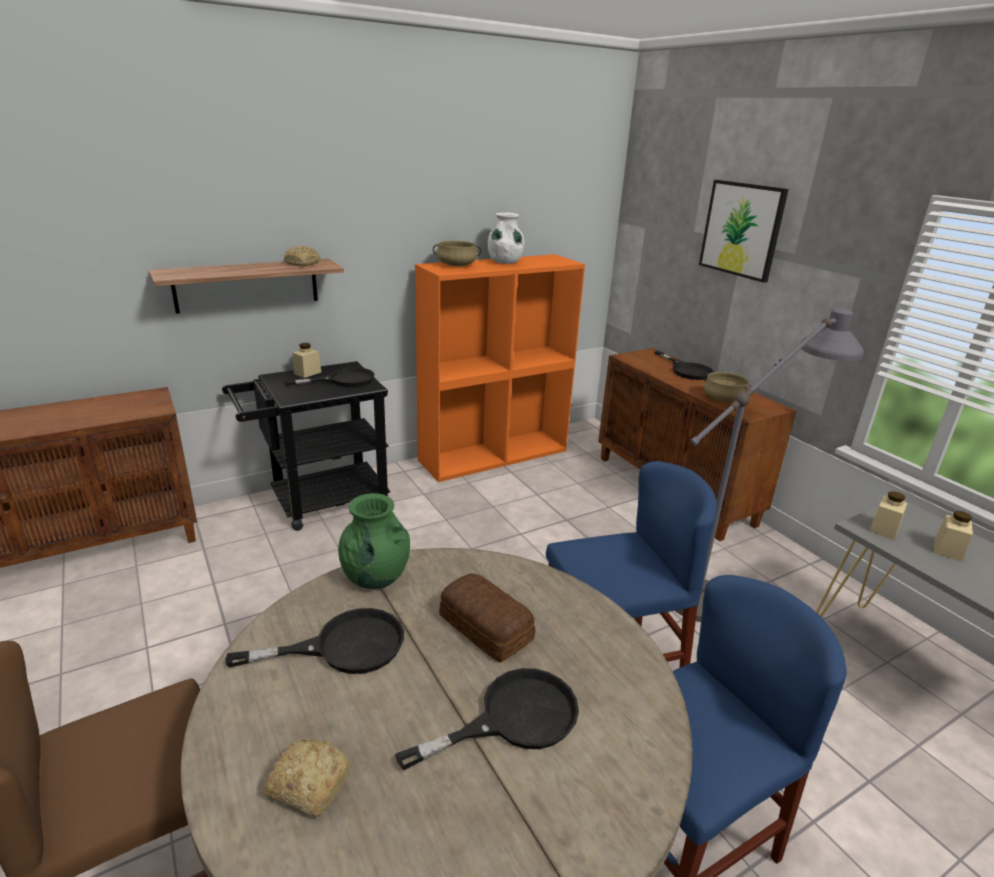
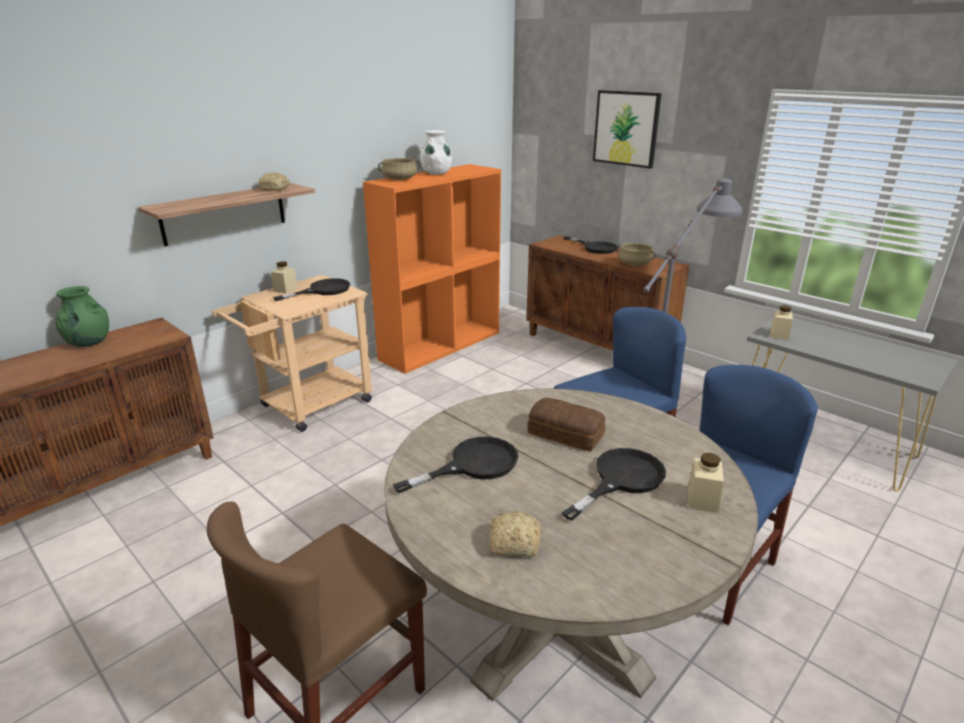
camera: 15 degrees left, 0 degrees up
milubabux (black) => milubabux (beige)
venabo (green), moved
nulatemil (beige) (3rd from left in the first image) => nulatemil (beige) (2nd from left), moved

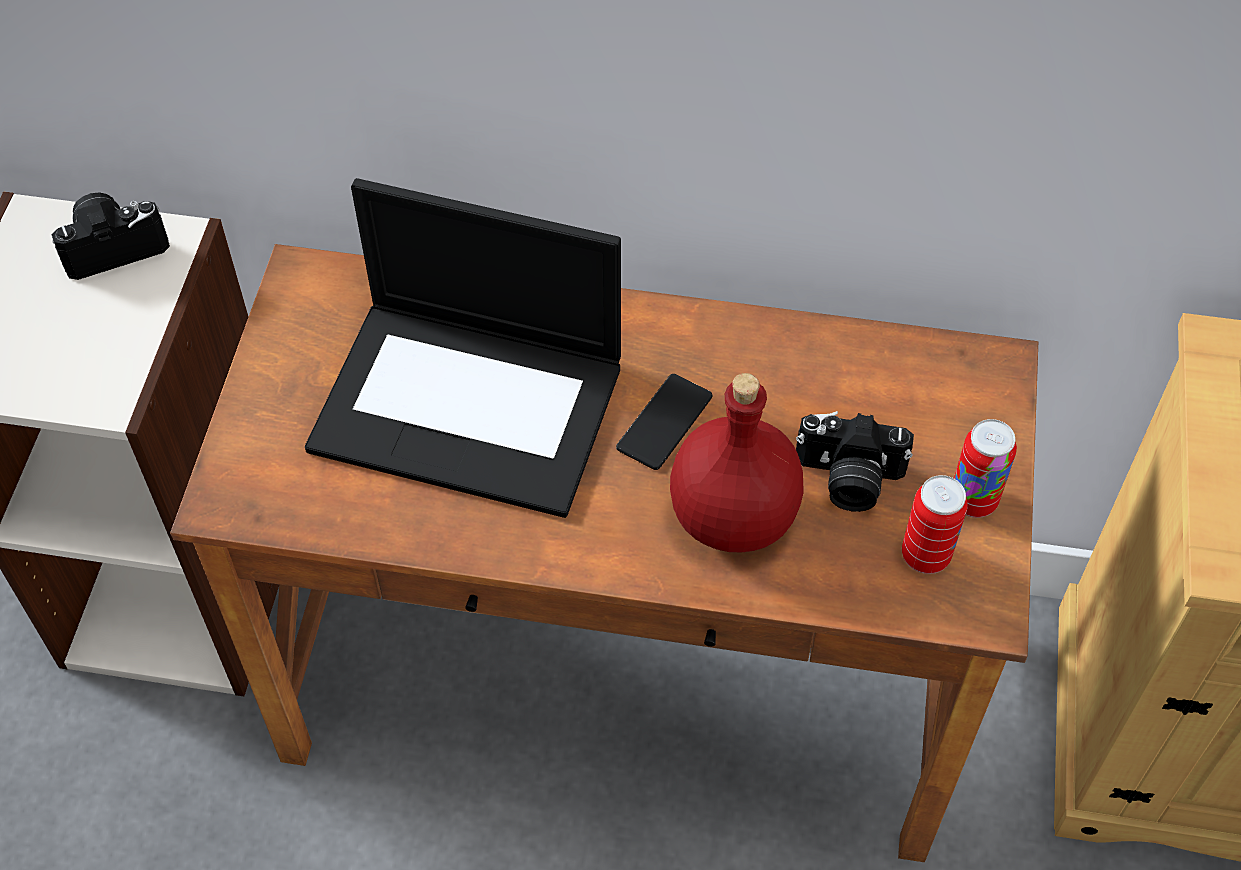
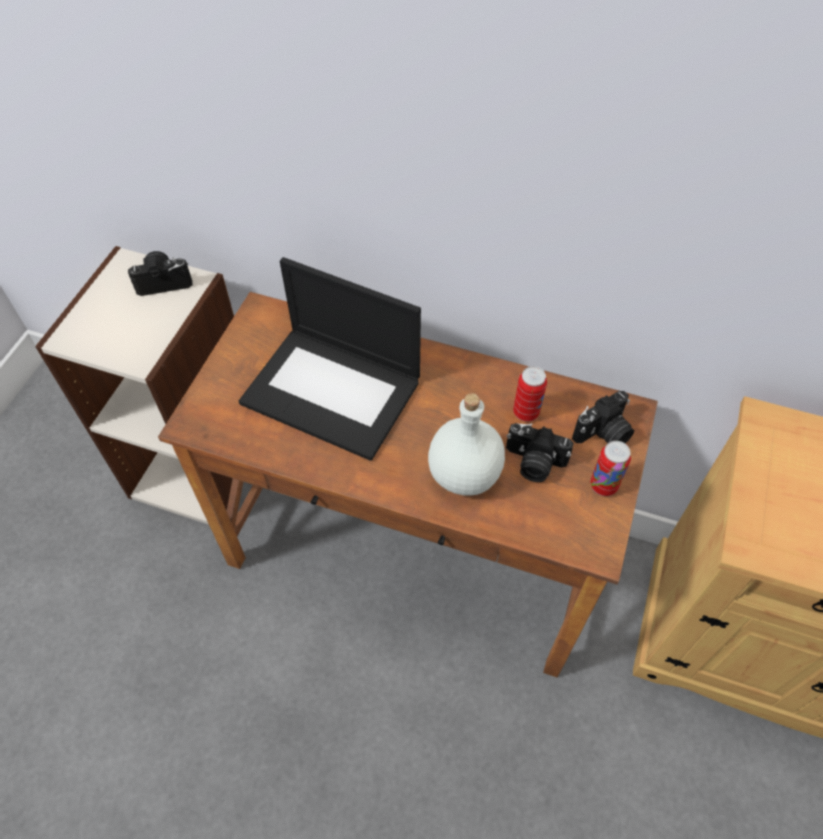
camera: 10 degrees right, 0 degrees up
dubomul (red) => dubomul (white)
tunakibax => nothing
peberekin (1st from left), moved
nothing => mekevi (3rd from left)

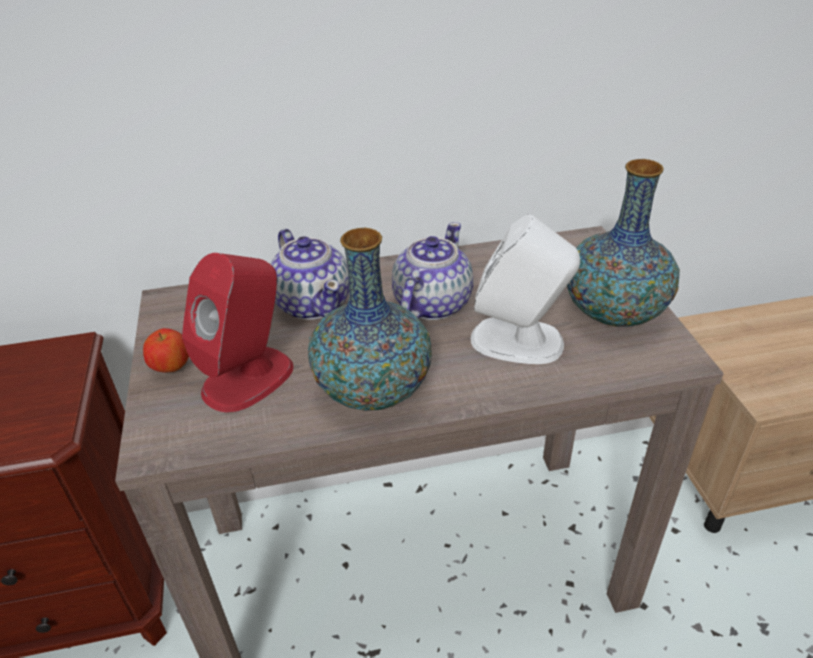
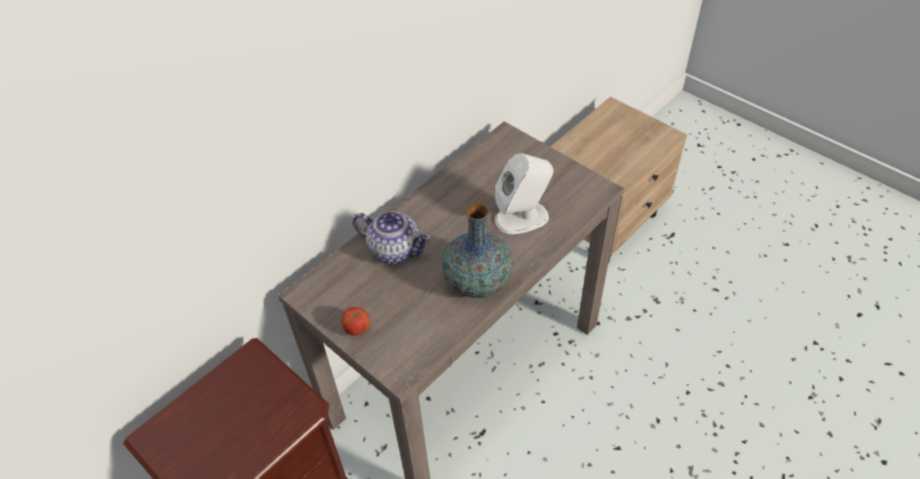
camera: 35 degrees left, 10 degrees up
venabo (2nd from left) => nothing
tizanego (2nd from left) => nothing
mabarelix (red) => nothing

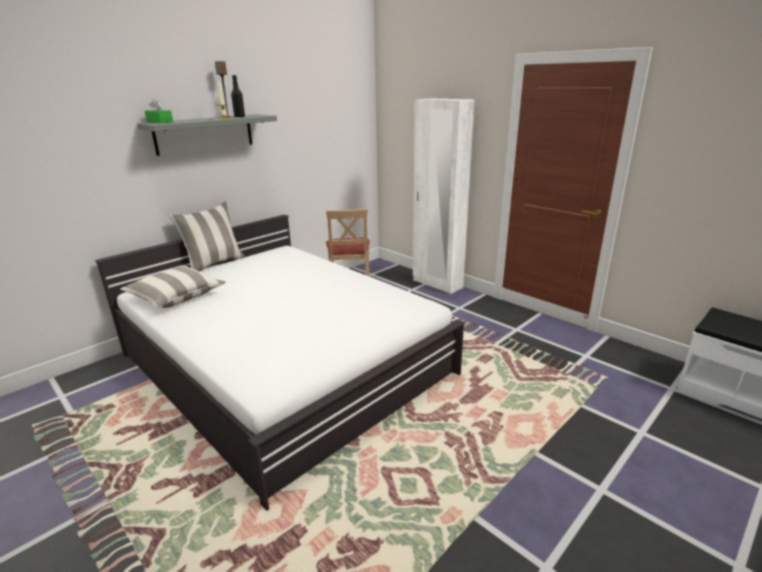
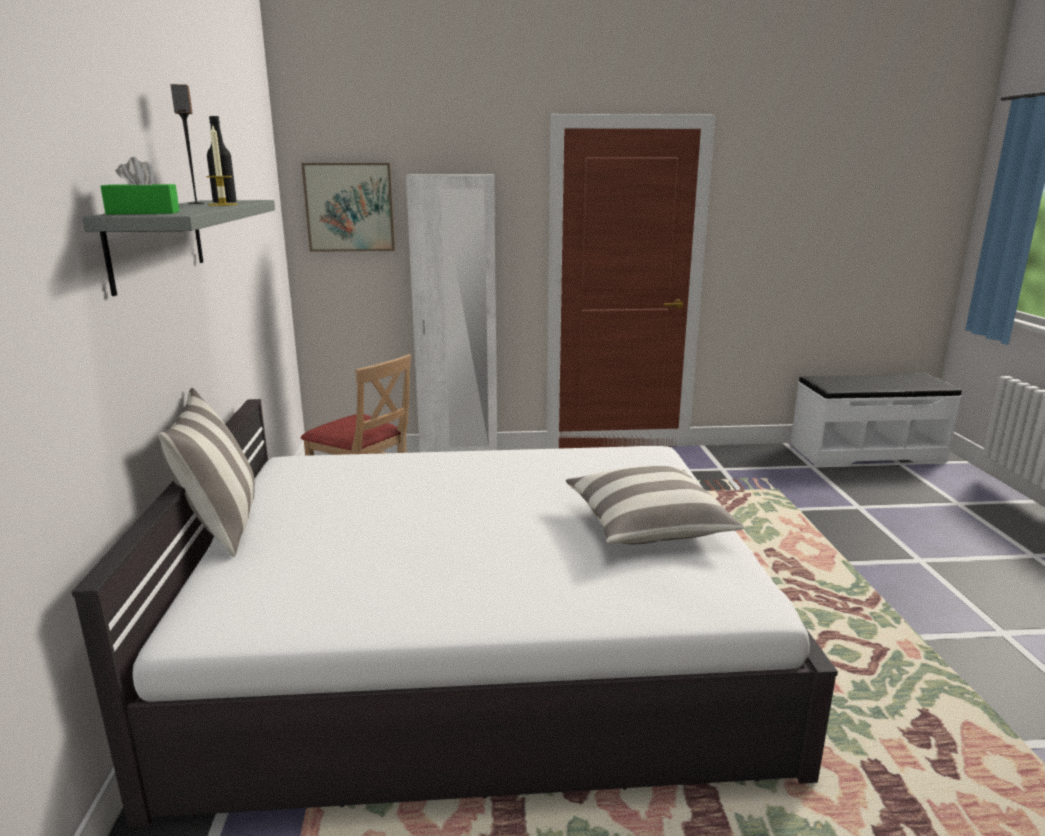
camera: 50 degrees left, 5 degrees down
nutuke (1st from left in the first image) => nutuke (2nd from left), moved
nothing => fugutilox

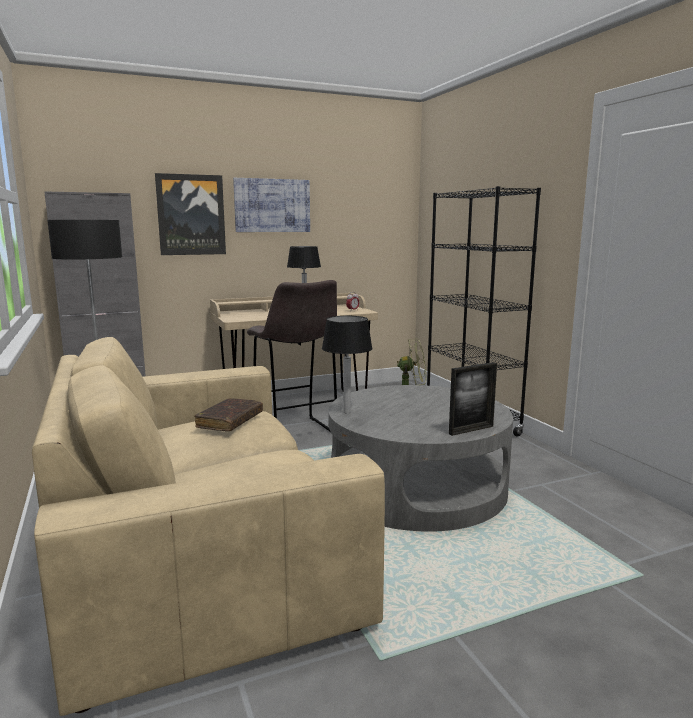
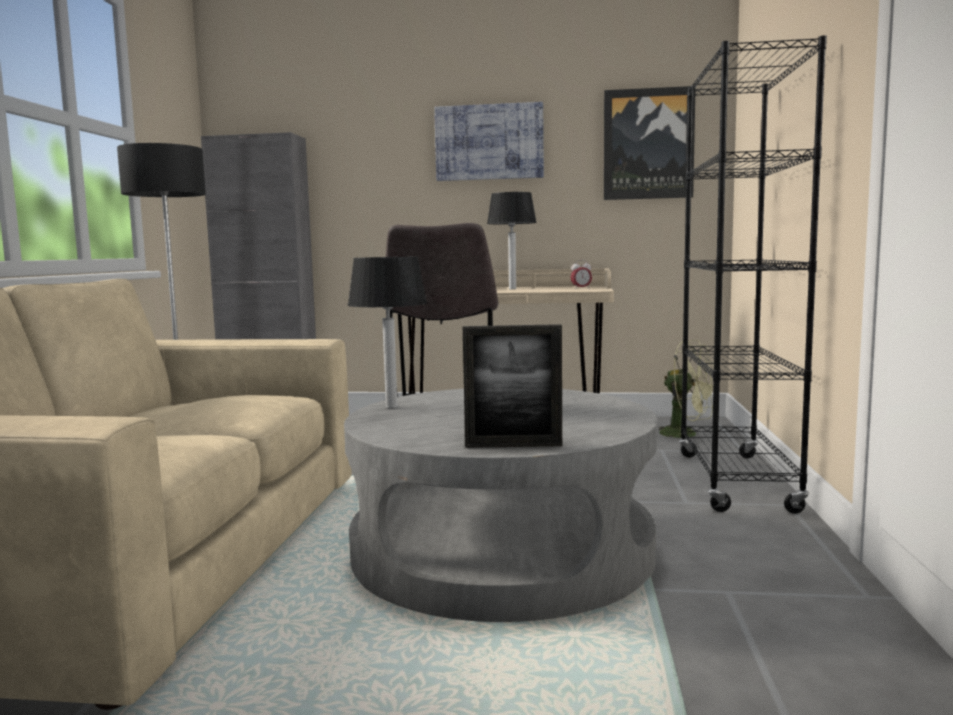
camera: 30 degrees right, 5 degrees down
fugutilox (1st from left in the first image) => fugutilox (2nd from left), moved
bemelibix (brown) => nothing

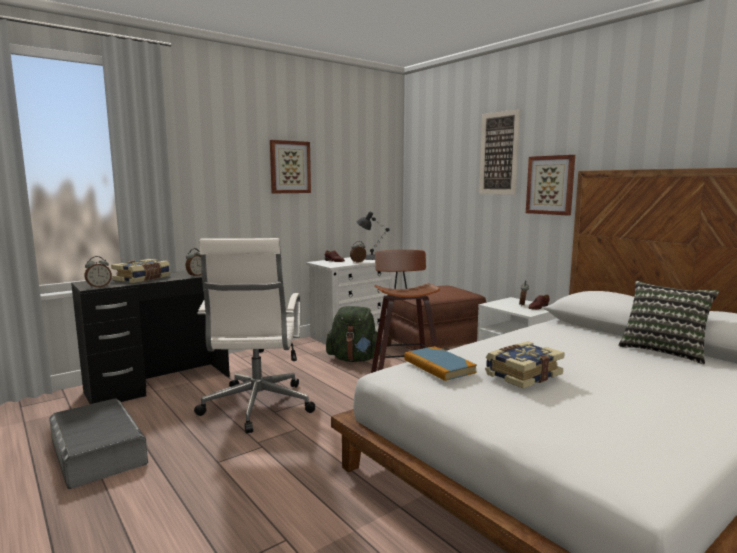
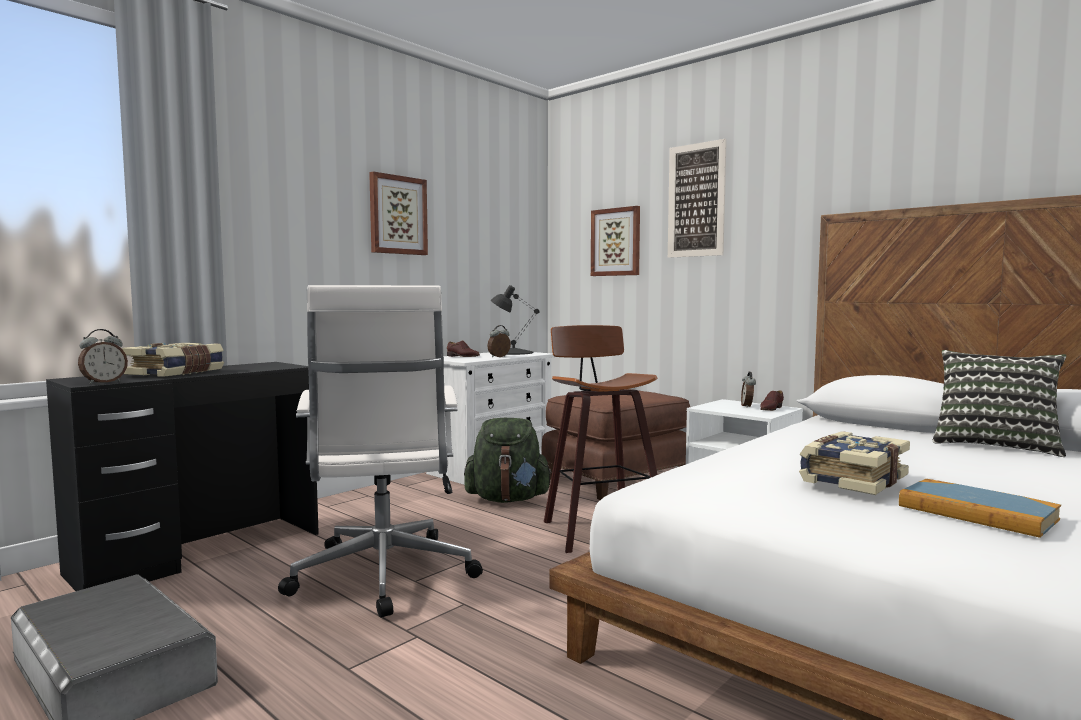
camera: 10 degrees left, 5 degrees down
fugutilox (3rd from left in the first image) => fugutilox (2nd from left), moved
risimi (2nd from left) => nothing
bemelibix (2nd from left in the first image) => bemelibix (3rd from left), moved

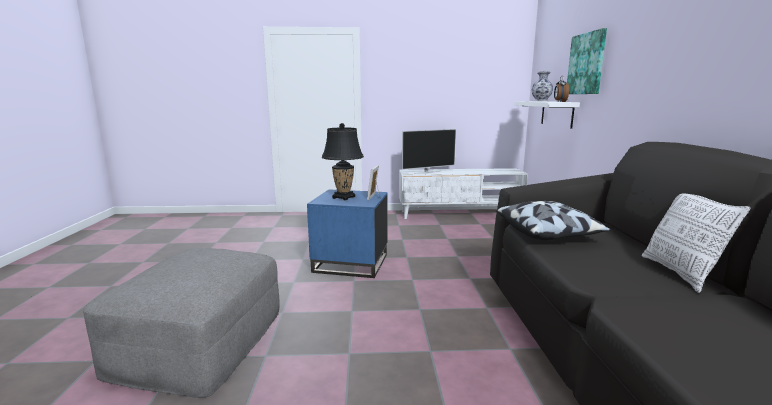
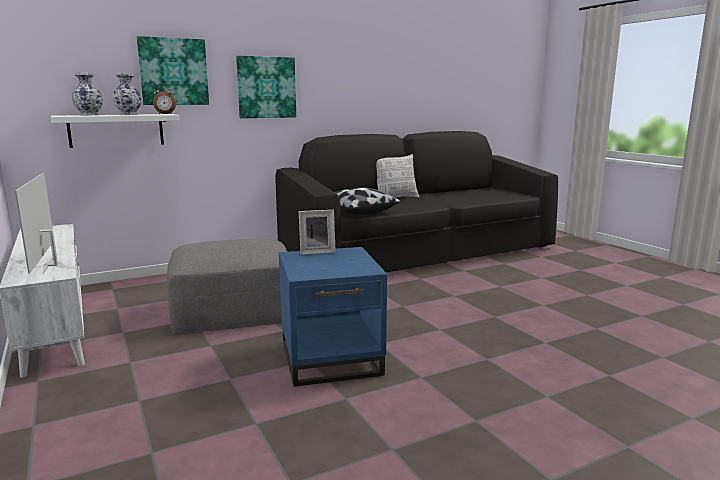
camera: 115 degrees left, 0 degrees up
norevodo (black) => nothing
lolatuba, 150 degrees counterclockwise
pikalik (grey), moved
nothing => fugutilox (2nd from left)
nothing => venabo (2nd from left)

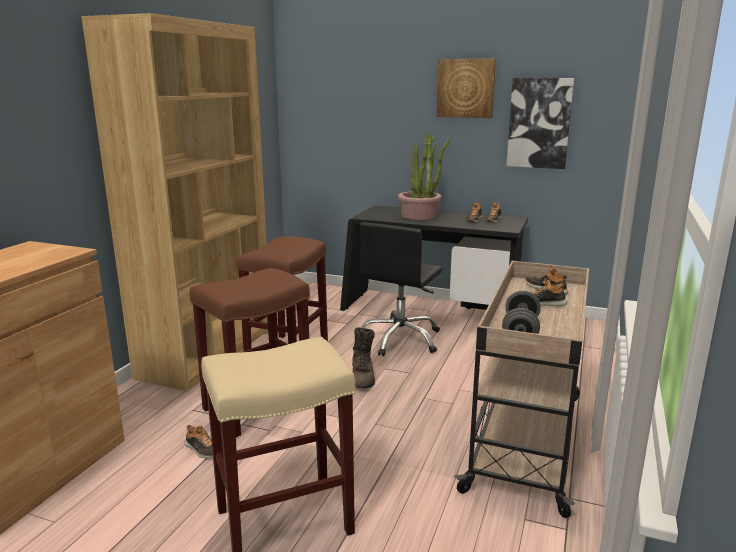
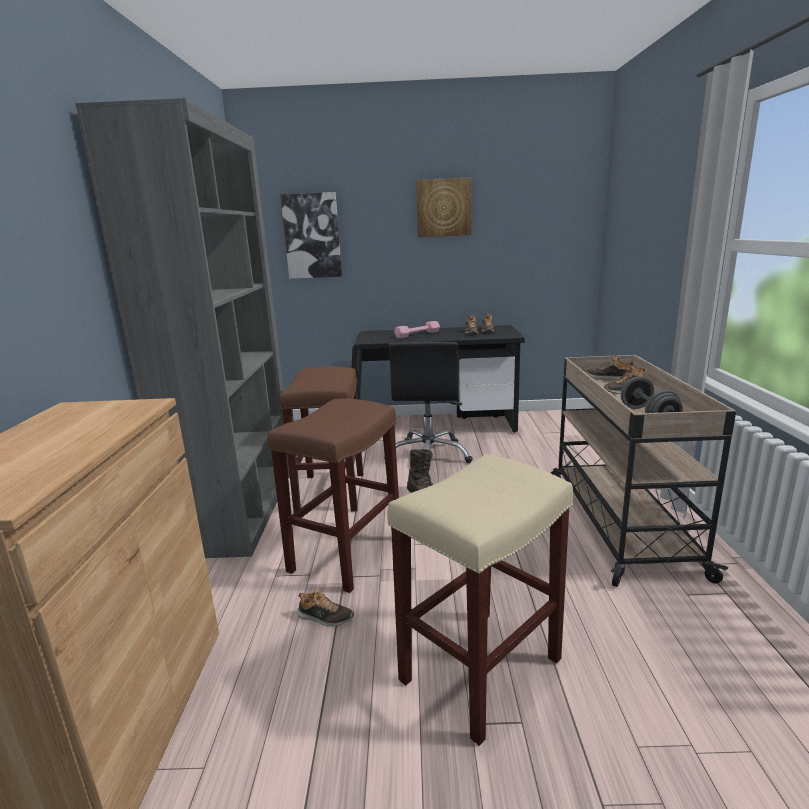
camera: 20 degrees left, 0 degrees up
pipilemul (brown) => pipilemul (grey)
fugutilox (2nd from left in the first image) => fugutilox (1st from left), moved
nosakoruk => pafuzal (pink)

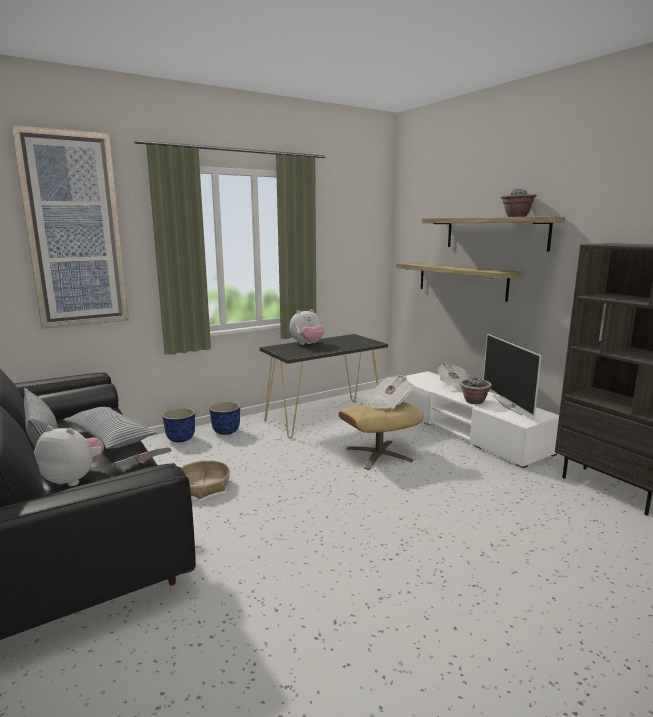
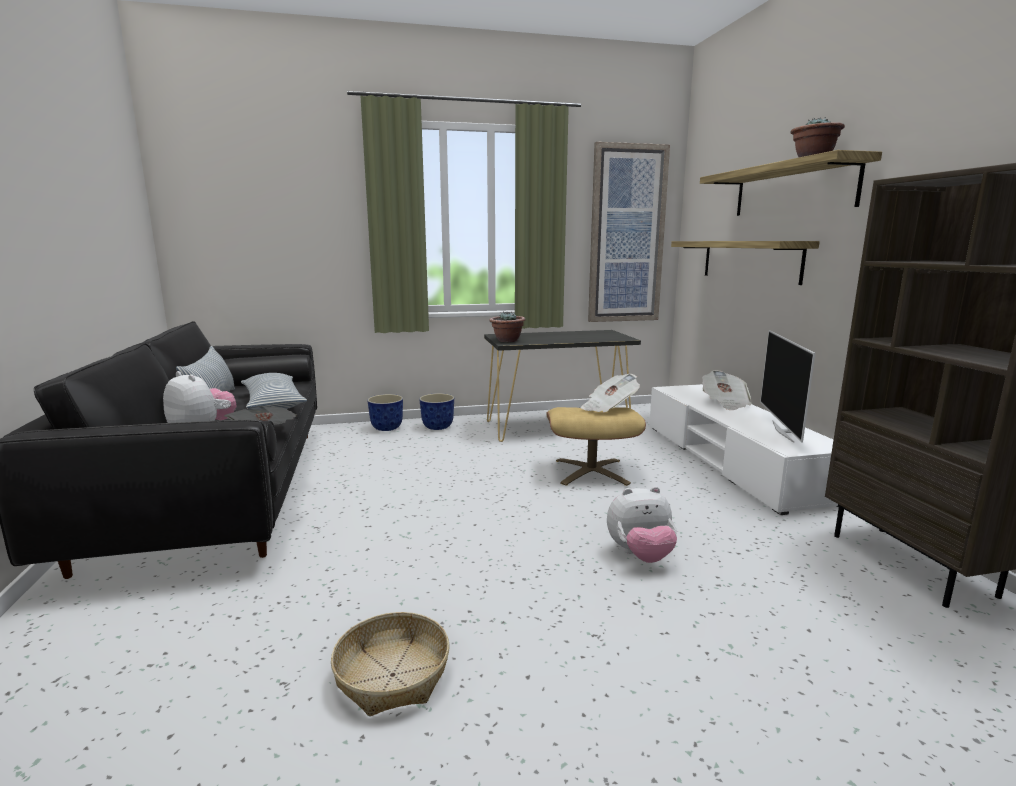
camera: 20 degrees right, 0 degrees up
fugutilox, moved
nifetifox (2nd from left), moved
nosakoruk (1st from left), moved
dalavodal, moved

